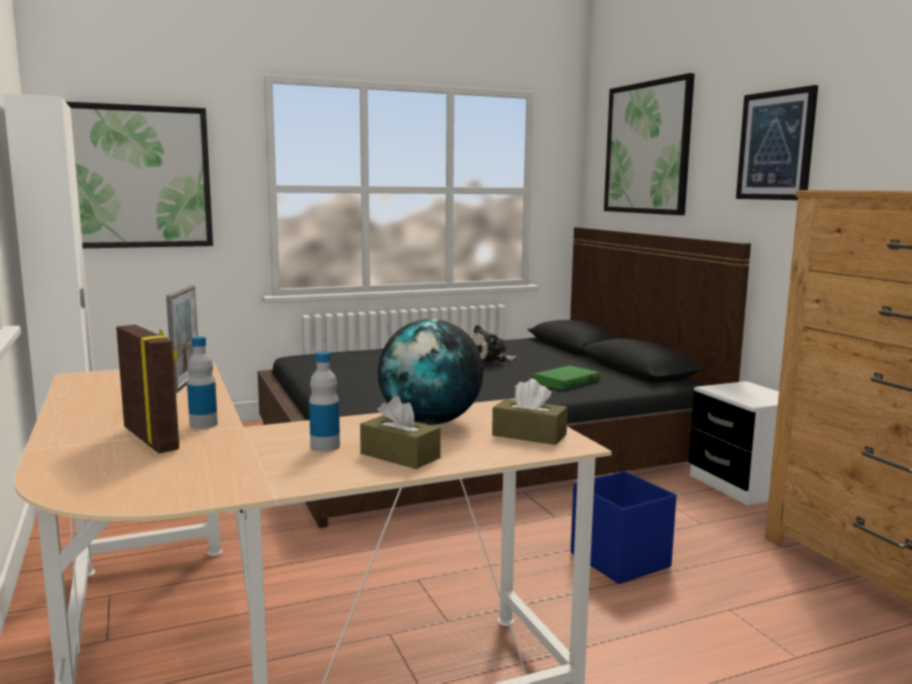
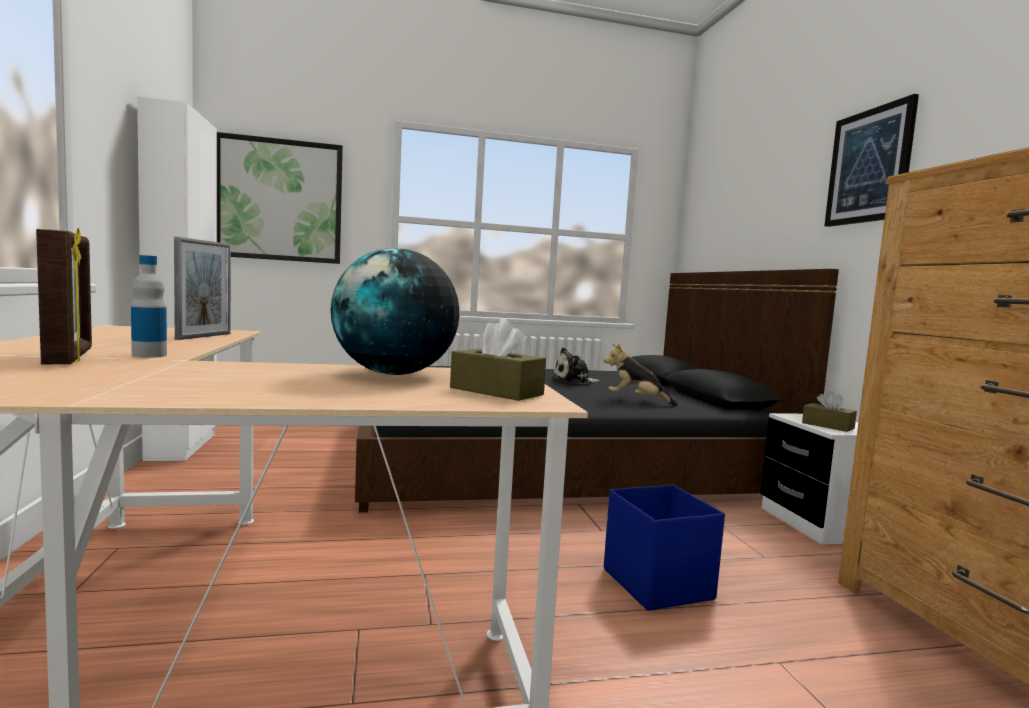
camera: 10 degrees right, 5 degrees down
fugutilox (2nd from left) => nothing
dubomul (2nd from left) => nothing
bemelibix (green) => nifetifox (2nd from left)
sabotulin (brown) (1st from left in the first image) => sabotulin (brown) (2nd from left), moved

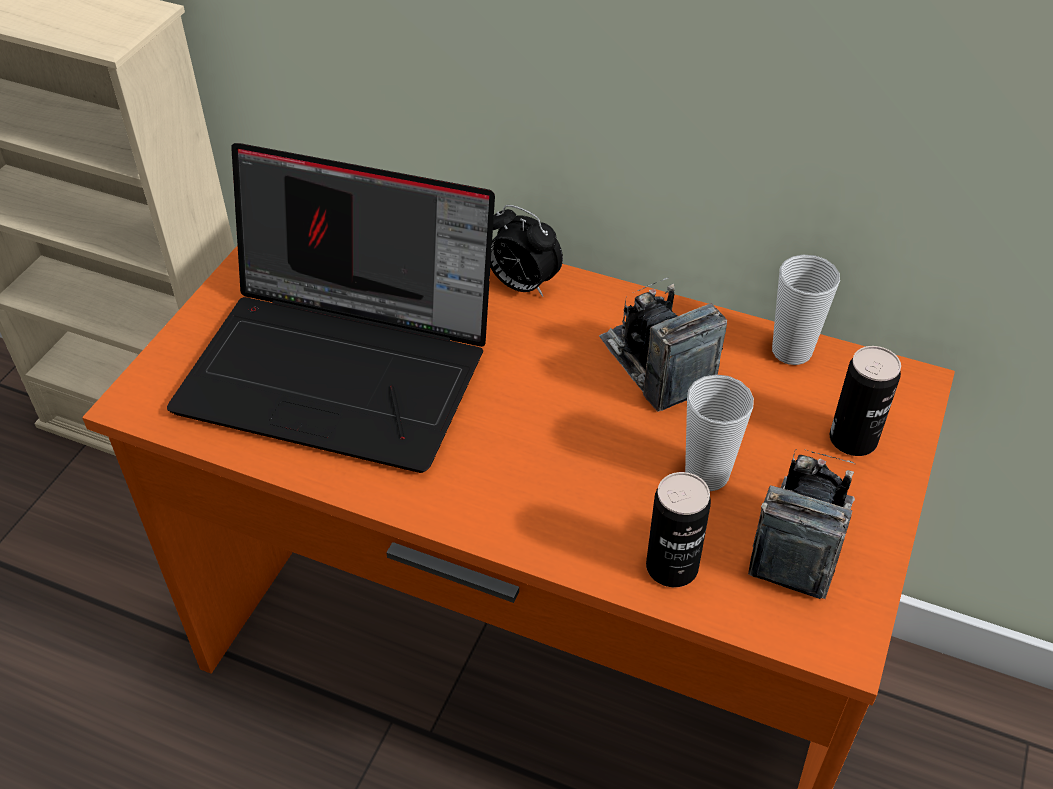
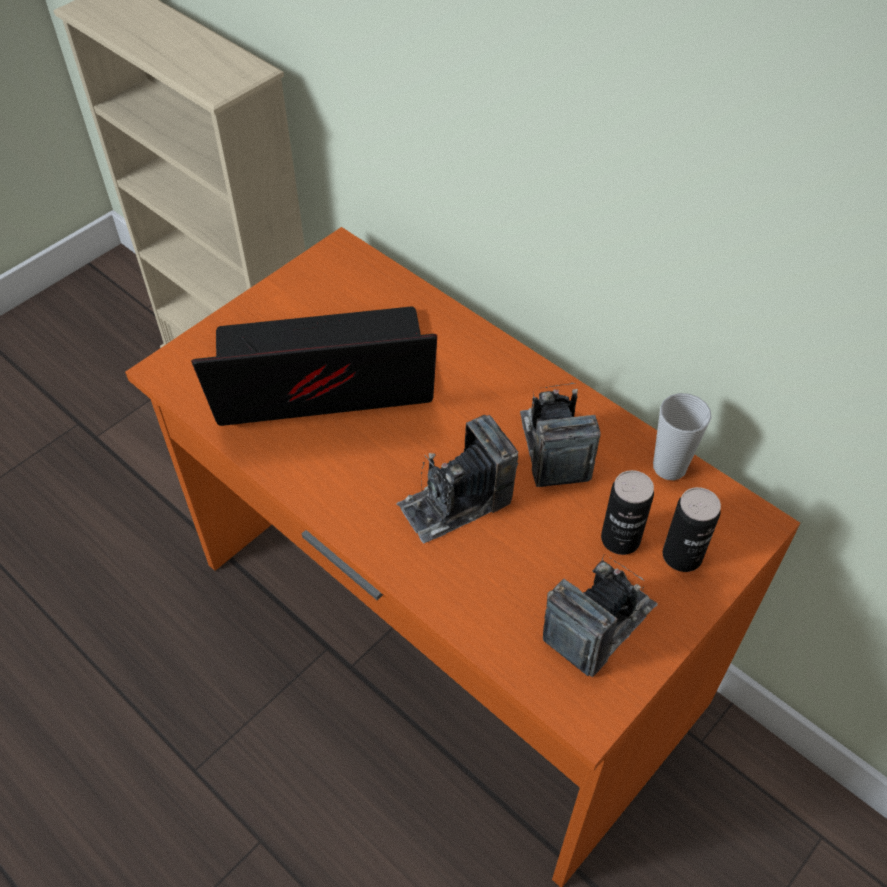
camera: 20 degrees right, 5 degrees up
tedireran, 135 degrees clockwise
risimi => nothing
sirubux (1st from left) => nothing
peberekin (1st from left), moved
nothing => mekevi (1st from left)

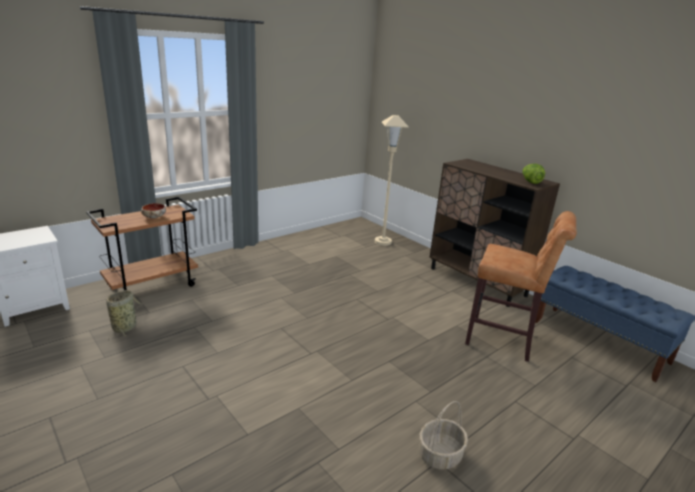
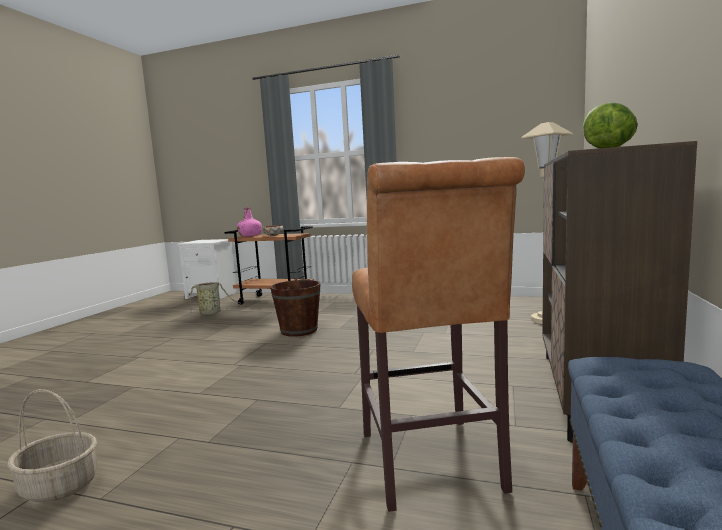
camera: 60 degrees right, 15 degrees down
nothing => dubomul (pink)
nothing => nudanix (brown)

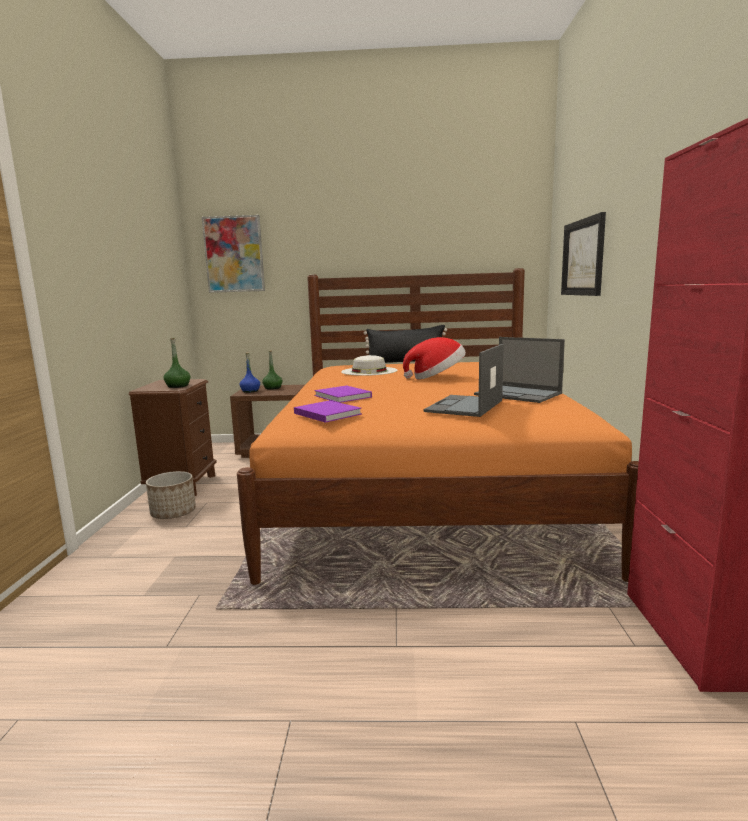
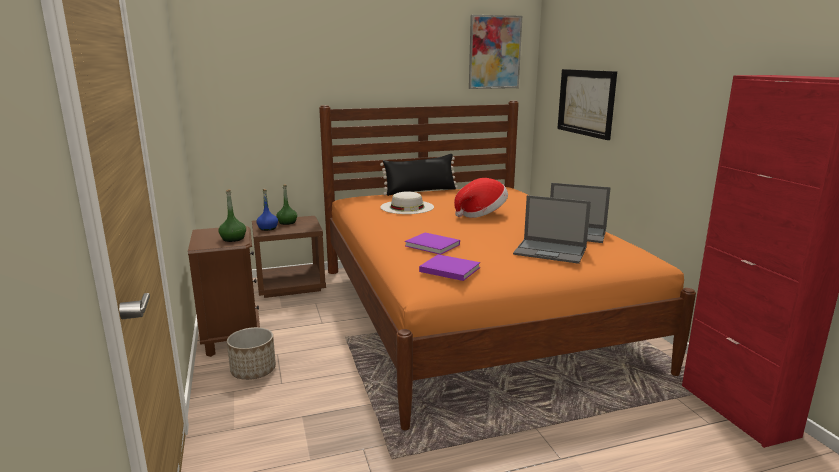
camera: 20 degrees left, 5 degrees up
fugutilox (1st from left), moved
tedireran (1st from left), 75 degrees counterclockwise

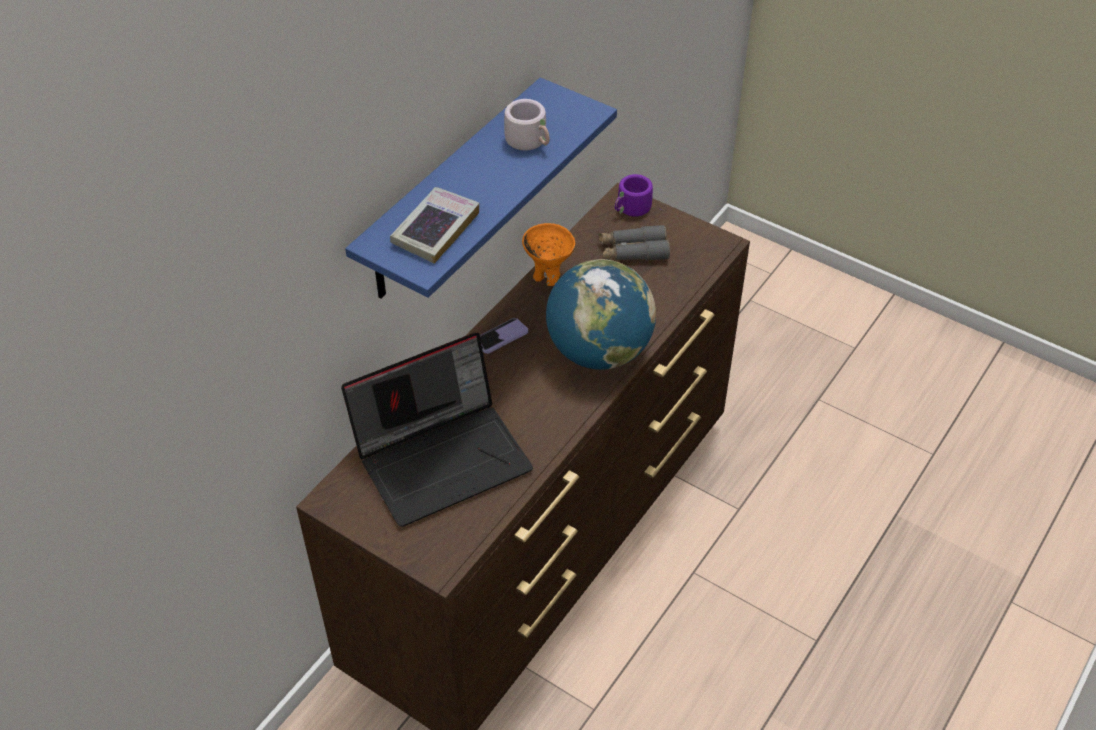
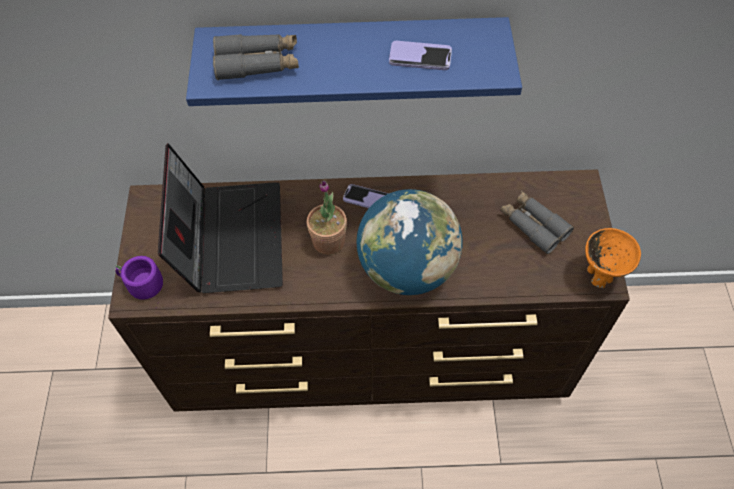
camera: 55 degrees right, 10 degrees up
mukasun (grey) => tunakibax (2nd from left)
mukasun (purple), moved
bemelibix => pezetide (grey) (1st from left)
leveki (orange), moved
tedireran, 120 degrees counterclockwise
nothing => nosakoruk

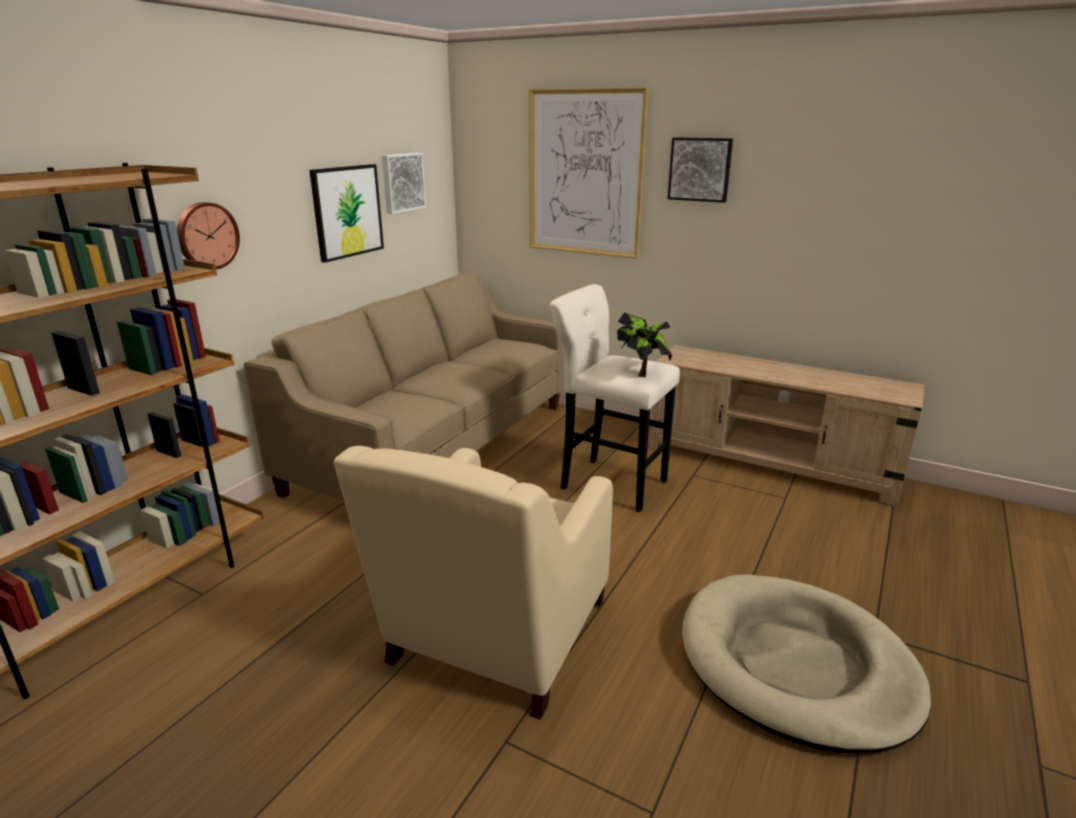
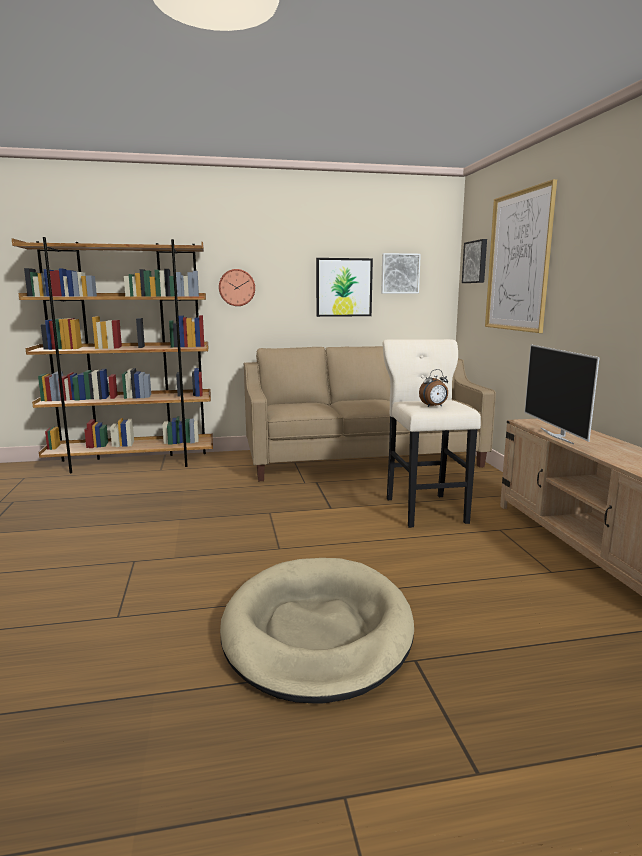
camera: 50 degrees right, 10 degrees down
fugutilox (4th from left in the first image) => fugutilox (3rd from left), moved
nosakoruk => risimi
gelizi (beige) => nothing
nothing => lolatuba

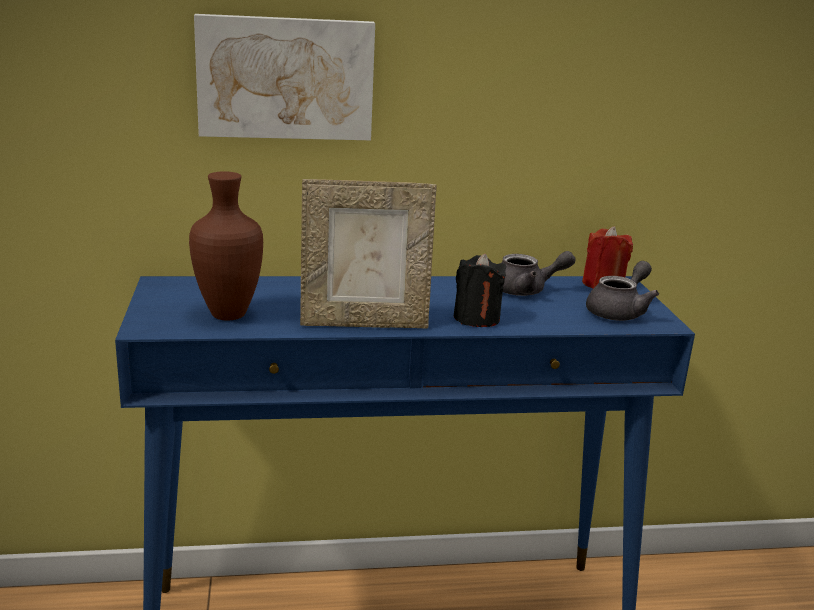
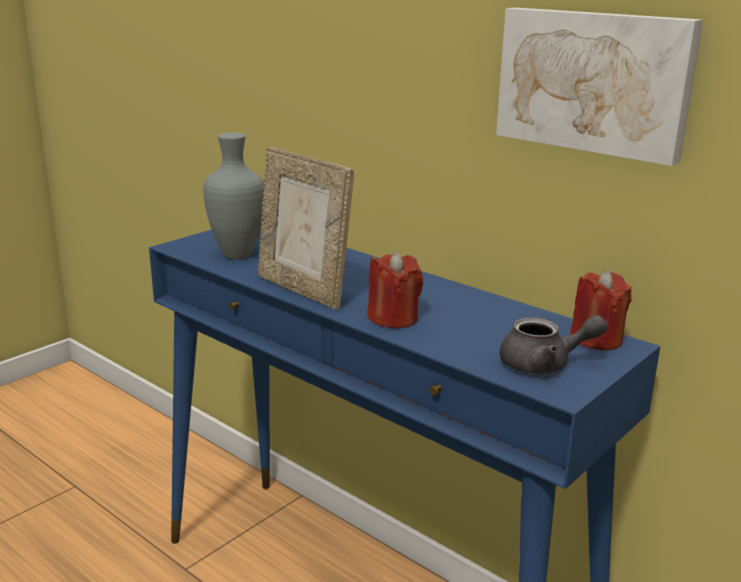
camera: 50 degrees right, 0 degrees up
fugutilox, moved
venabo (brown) => venabo (grey)
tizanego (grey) (1st from left) => nothing
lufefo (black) => lufefo (red) (1st from left)

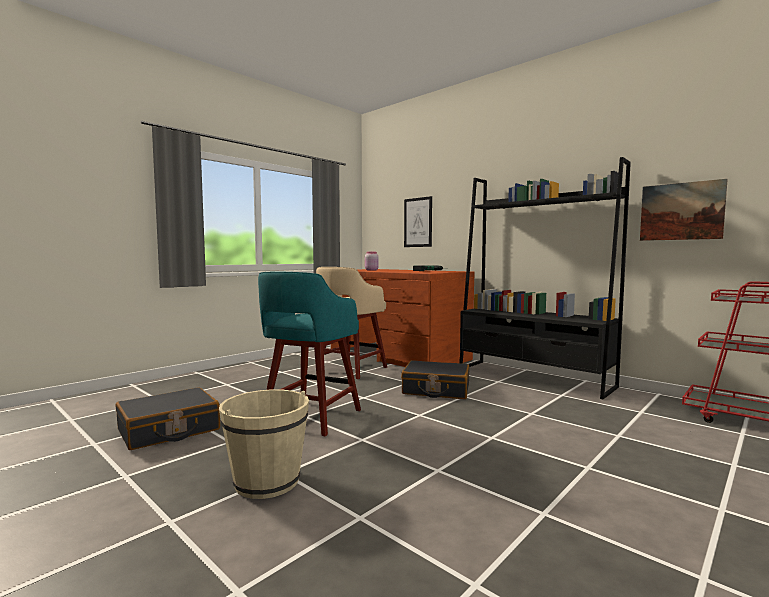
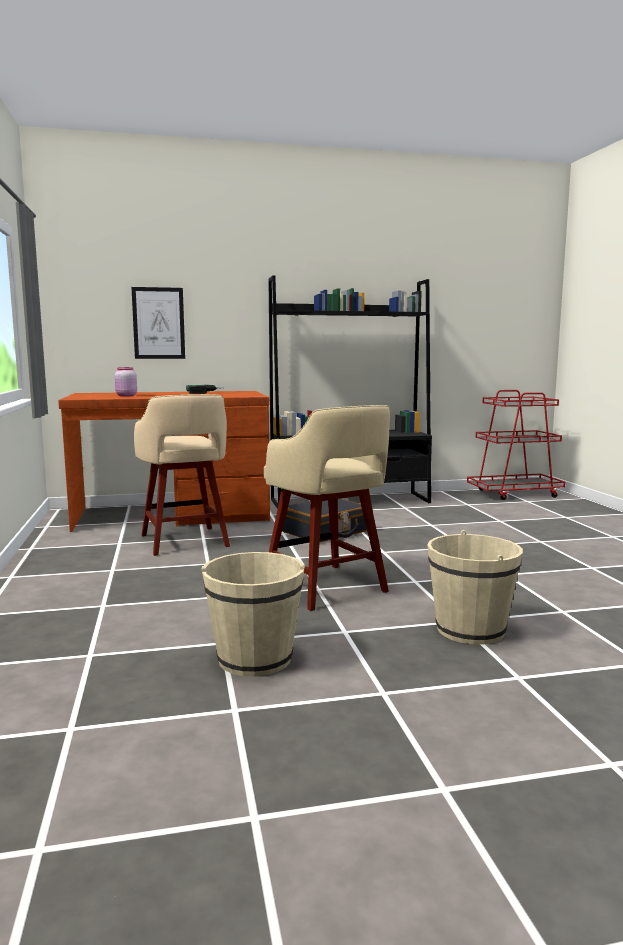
camera: 55 degrees left, 5 degrees up
fugutilox (2nd from left) => nothing
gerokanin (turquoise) => gerokanin (beige) (2nd from left)
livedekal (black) (1st from left) => nudanix (beige) (1st from left)

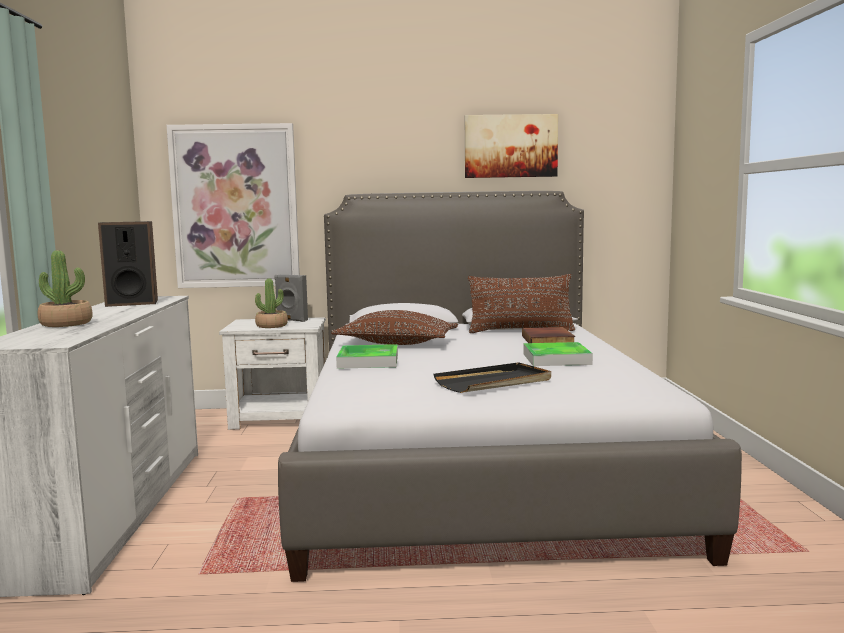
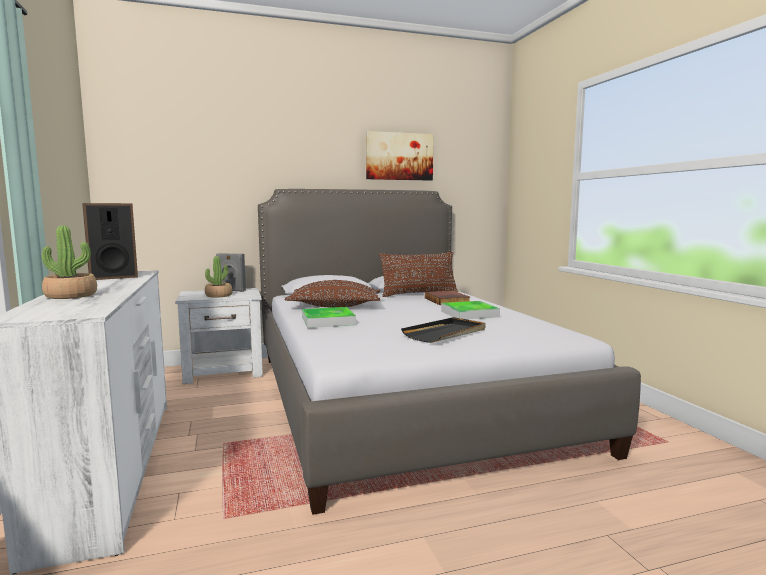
camera: 15 degrees left, 0 degrees up
fugutilox (1st from left) => nothing

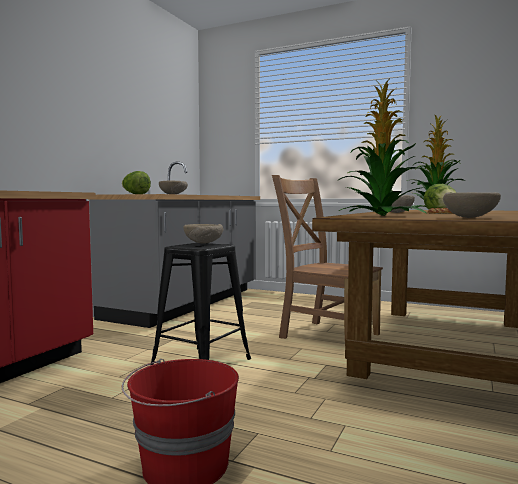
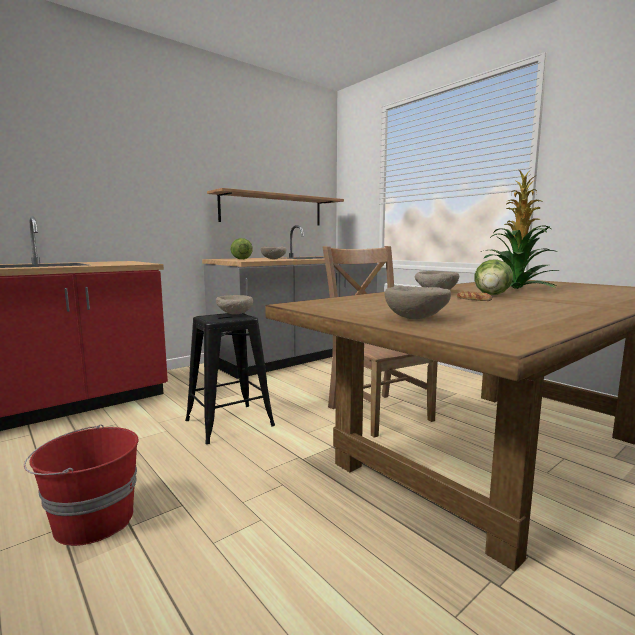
camera: 25 degrees right, 5 degrees up
nosakoruk (1st from left) => nothing
nothing => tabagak

